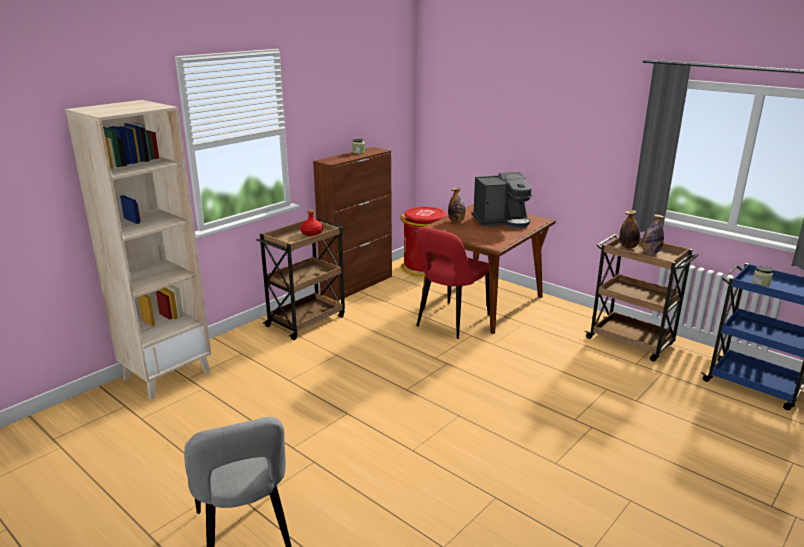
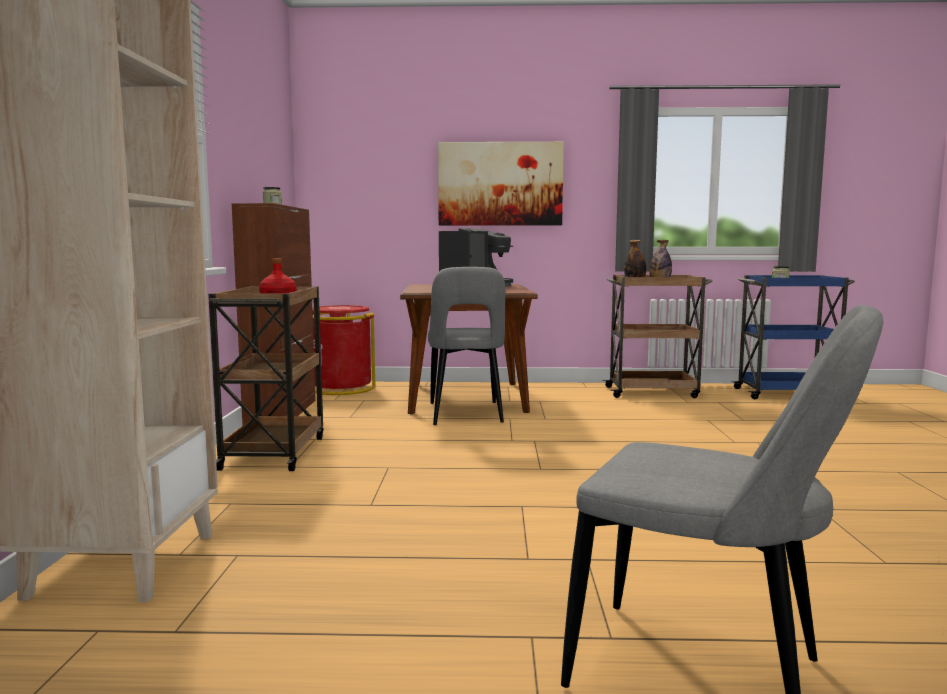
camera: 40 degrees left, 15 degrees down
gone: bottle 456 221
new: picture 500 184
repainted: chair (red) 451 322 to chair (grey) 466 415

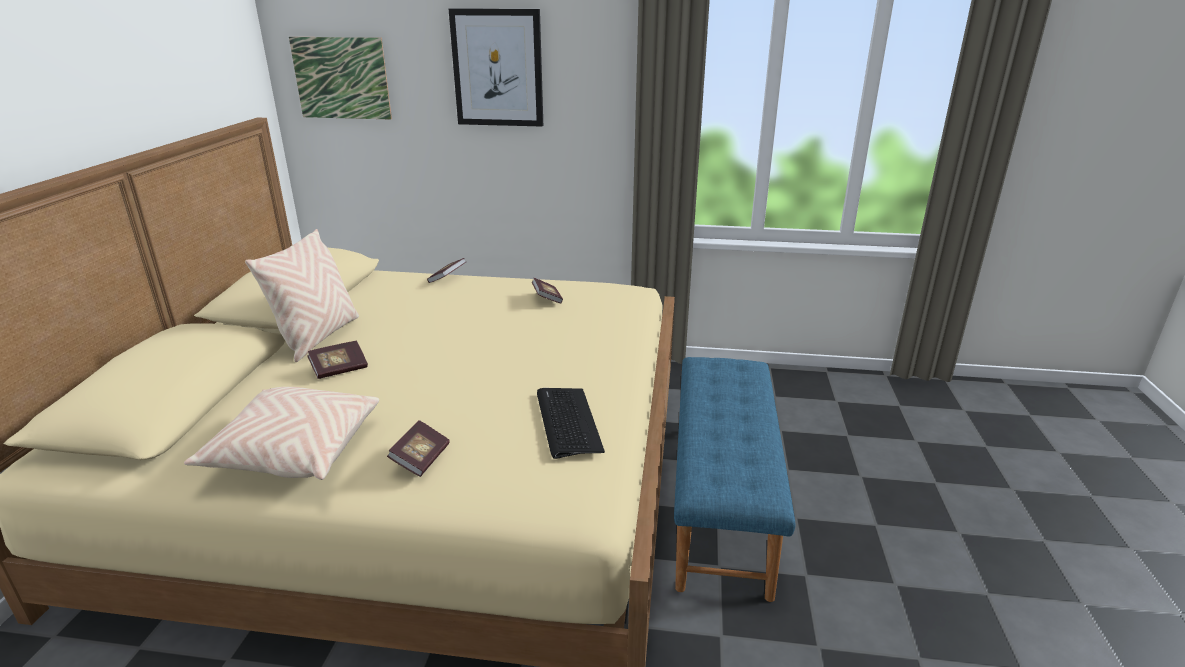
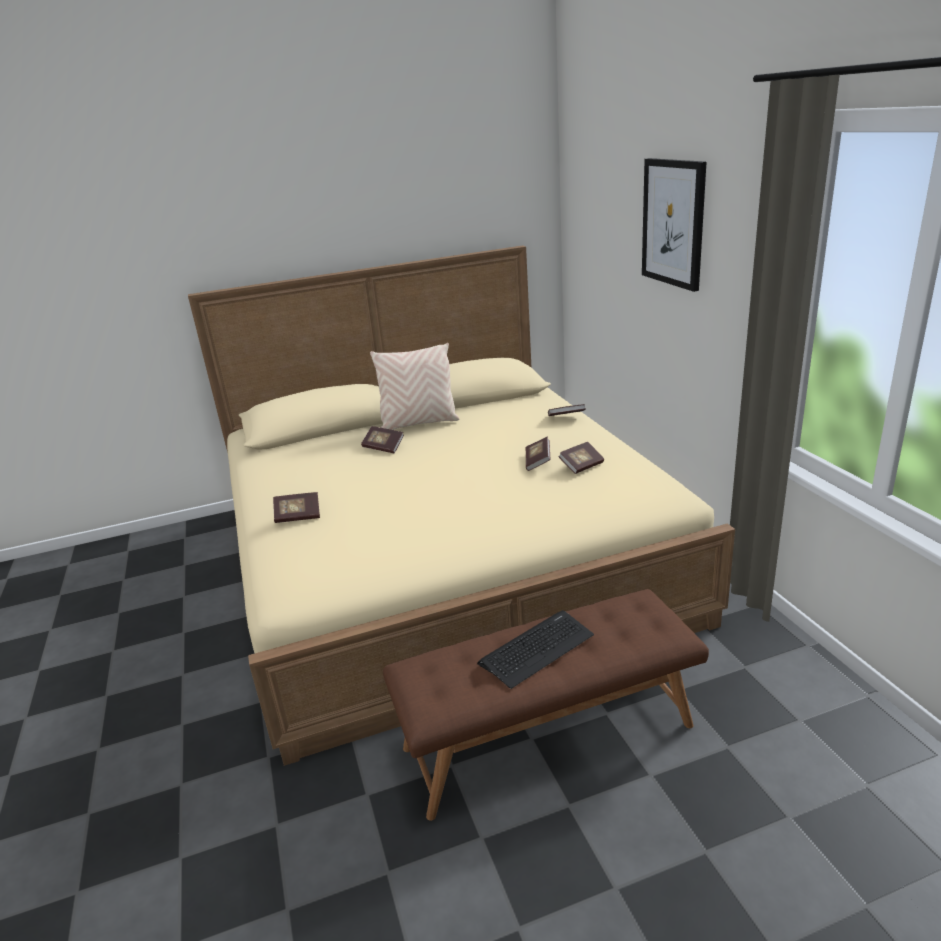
camera: 65 degrees right, 0 degrees up
gone: pillow (beige) 294 452; picture 341 78
new: book 538 461
shifted: keyboard 567 422 to 536 649
repainted: bench (blue) 719 500 to bench (brown) 547 735

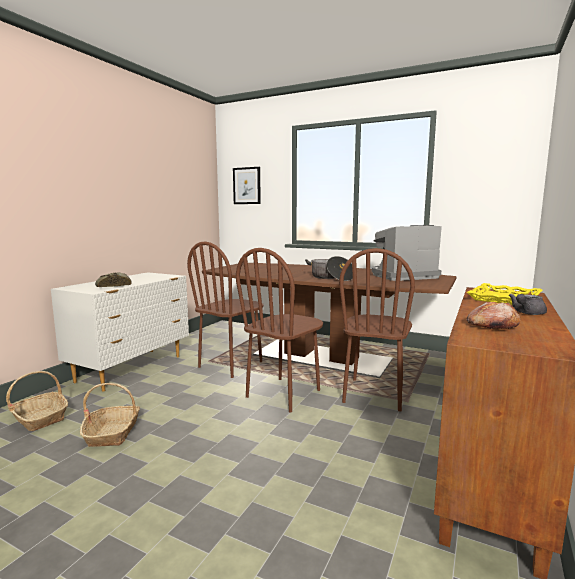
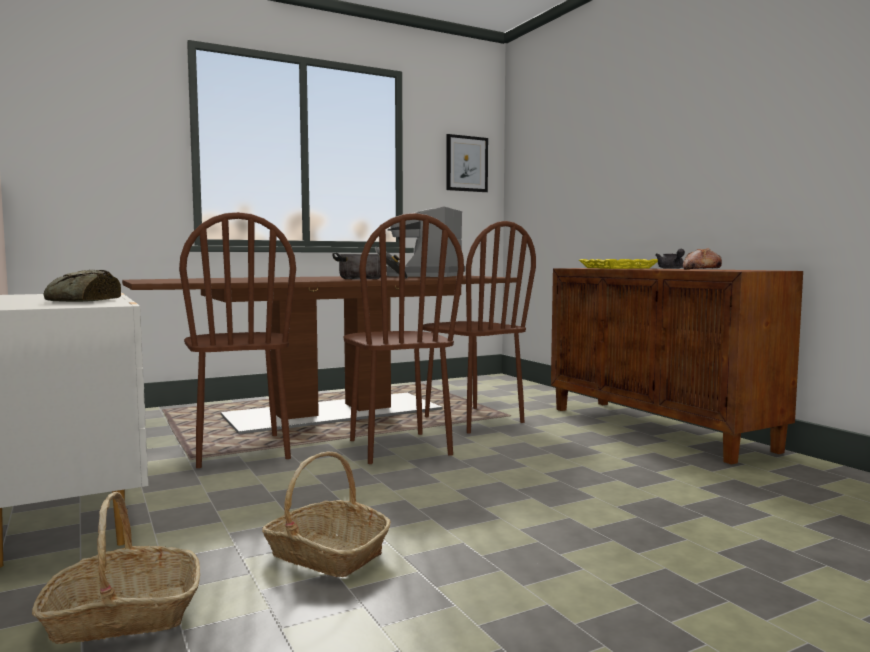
camera: 55 degrees left, 5 degrees down
shifted: picture 247 185 to 466 163

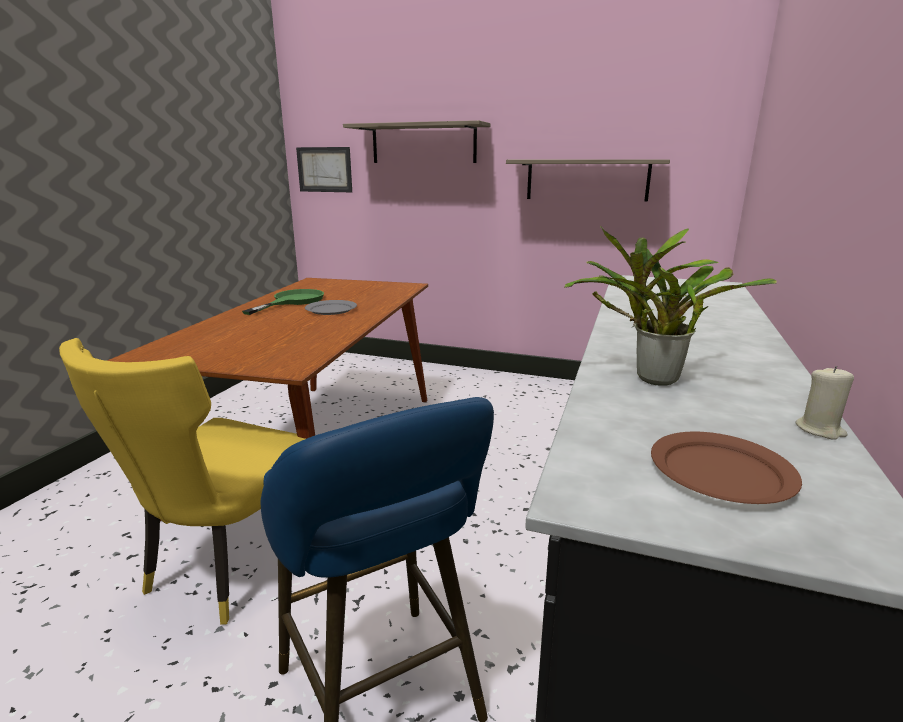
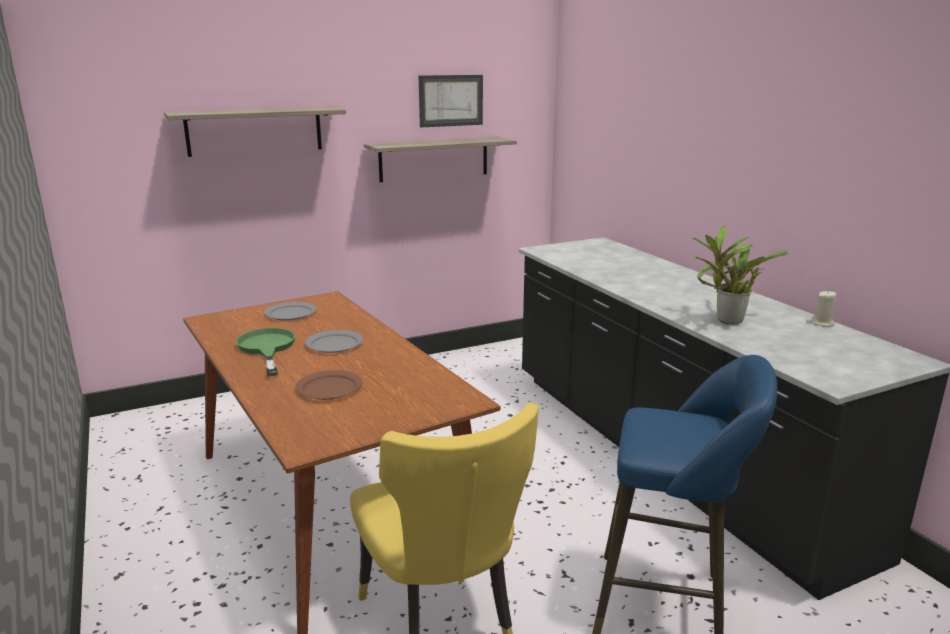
camera: 45 degrees left, 0 degrees up
new: plate (grey) 290 313
shifted: plate (brown) 719 472 to 329 388; picture 324 169 to 451 100

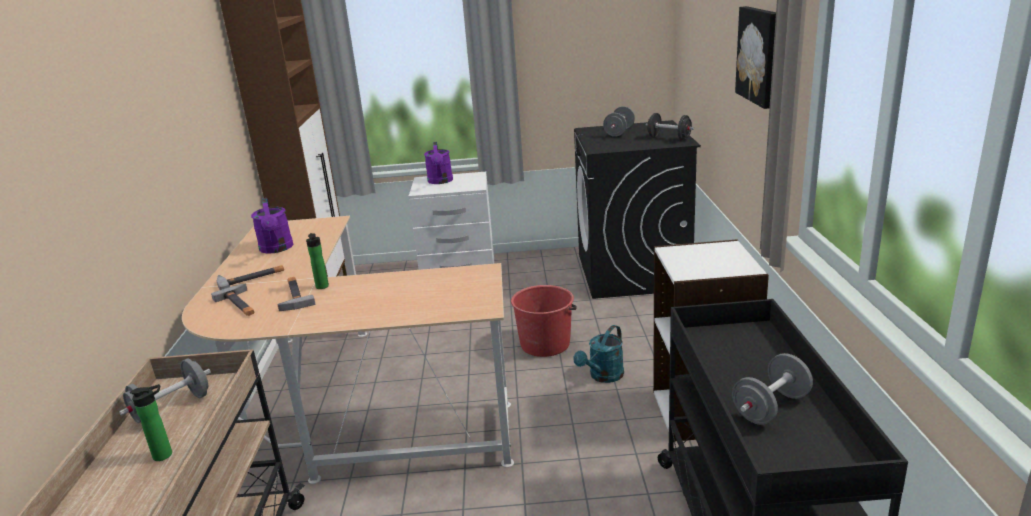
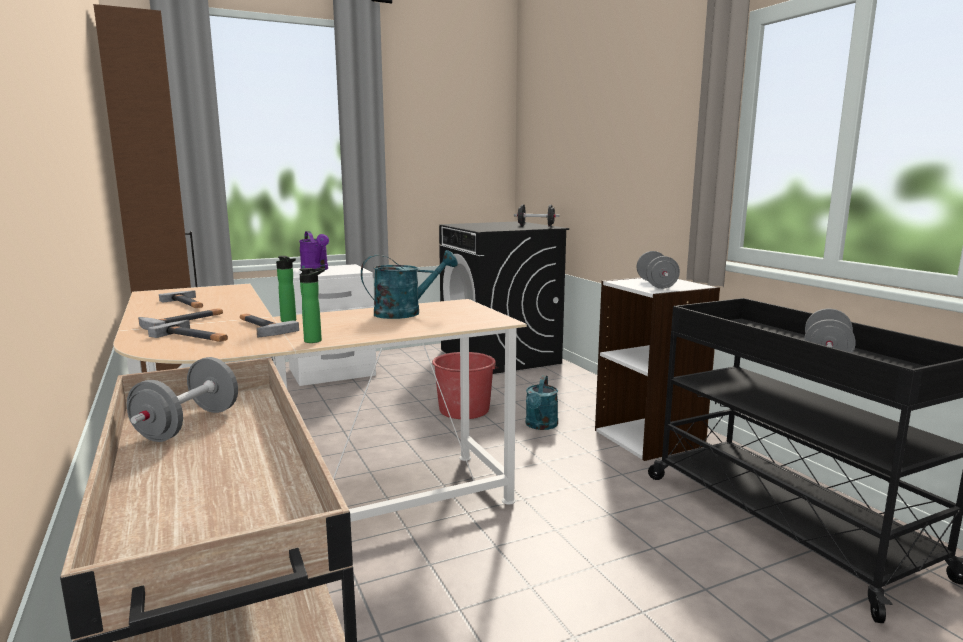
camera: 25 degrees left, 10 degrees down
gone: picture 760 55
new: watering can (turquoise) 406 313
shifted: bottle 166 454 to 315 340; dumbbell (grey) 619 132 to 656 284
swapped: watering can (purple) 277 249 to hammer 188 304

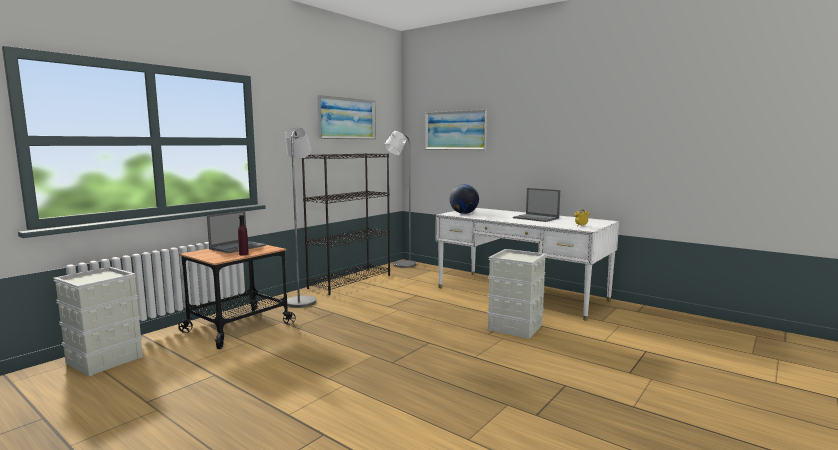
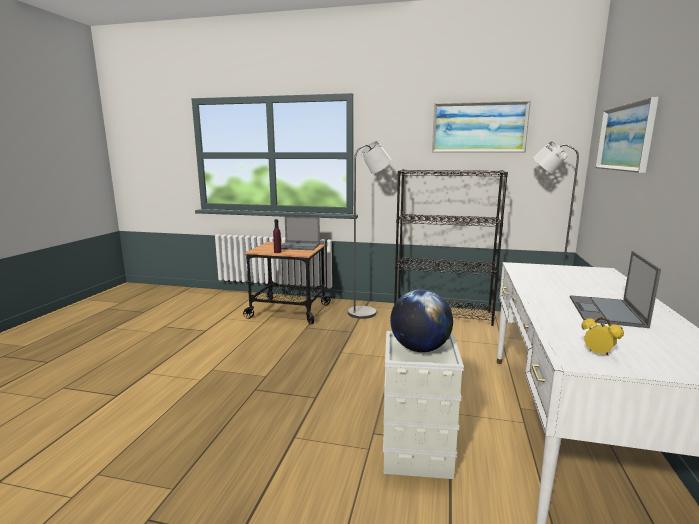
camera: 65 degrees right, 5 degrees up
gone: storage box (grey) 105 359
shifted: globe 464 213 to 420 349

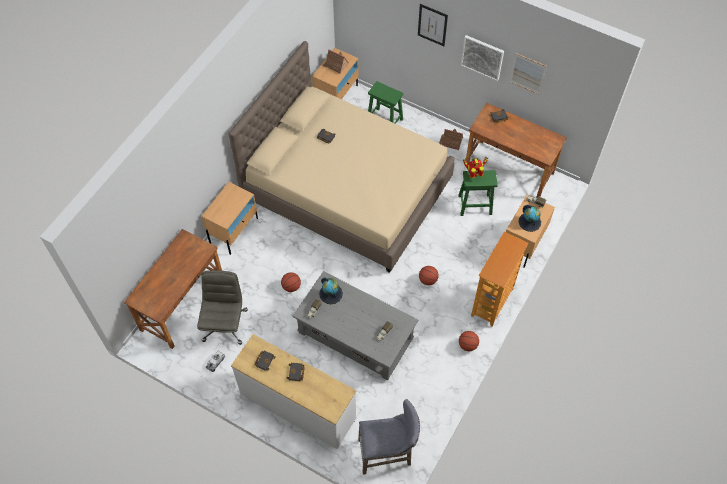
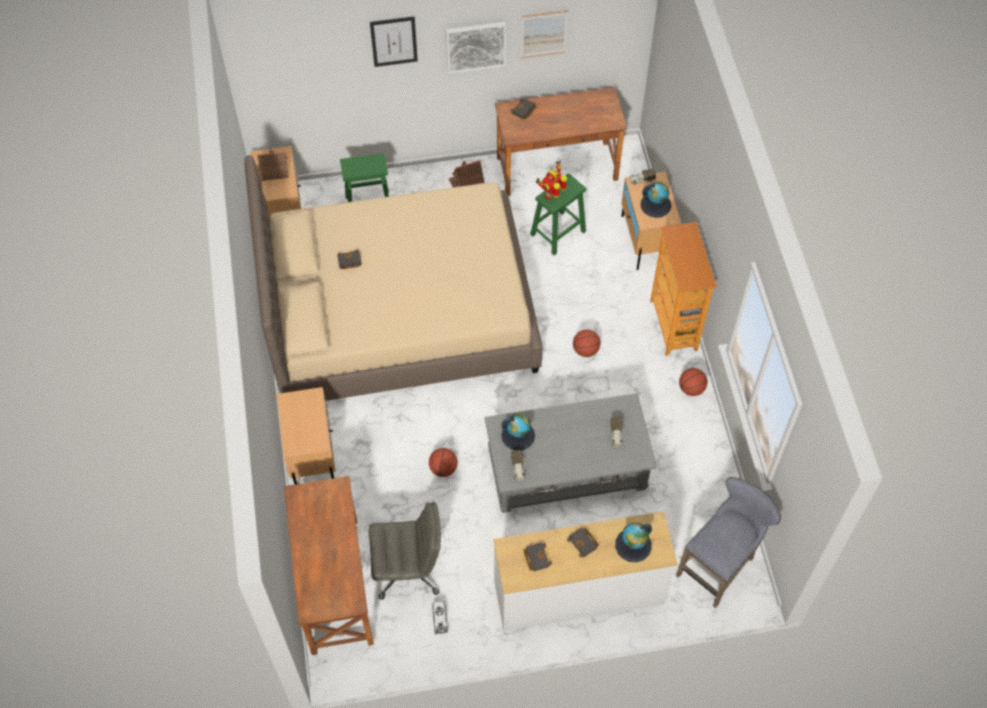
camera: 40 degrees left, 0 degrees up
new: globe 633 545
rotated: office chair (grey) 225 324 = 408 569 120 degrees clockwise

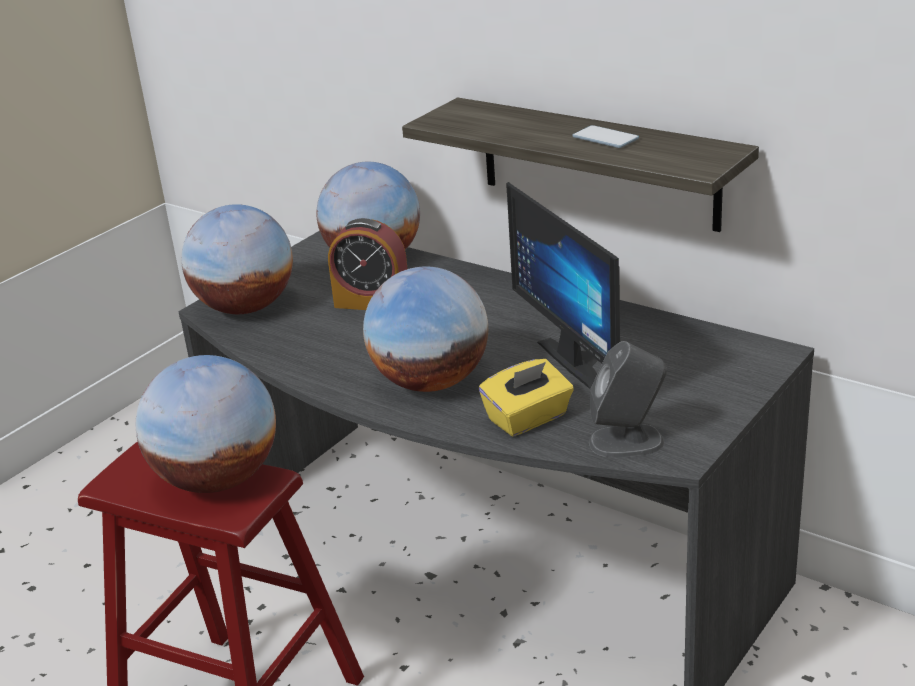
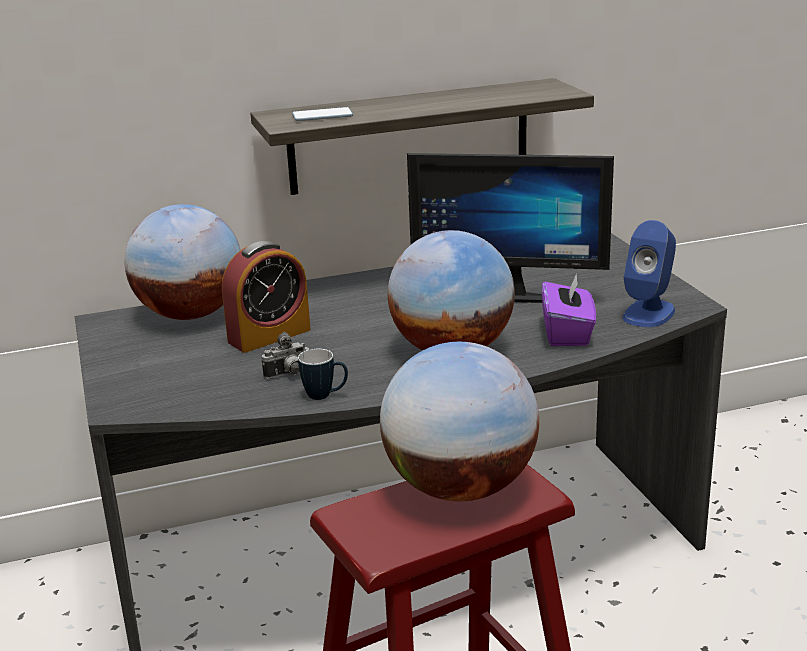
camera: 55 degrees left, 5 degrees down
gone: globe 245 308
new: photo camera 289 375; mug 325 396
shifted: phone 605 138 to 322 116
repainted: tissue box (yellow) 528 418 to tissue box (purple) 567 333; speaker (grey) 627 441 to speaker (blue) 649 313

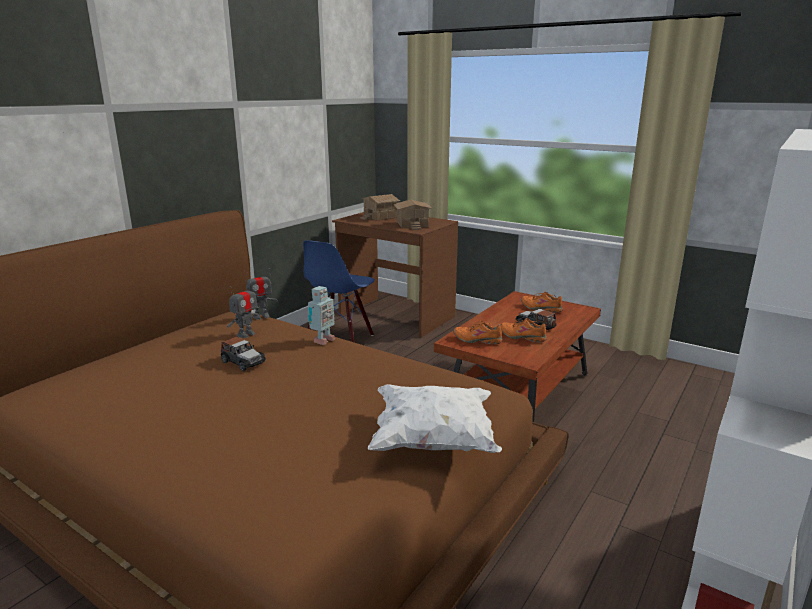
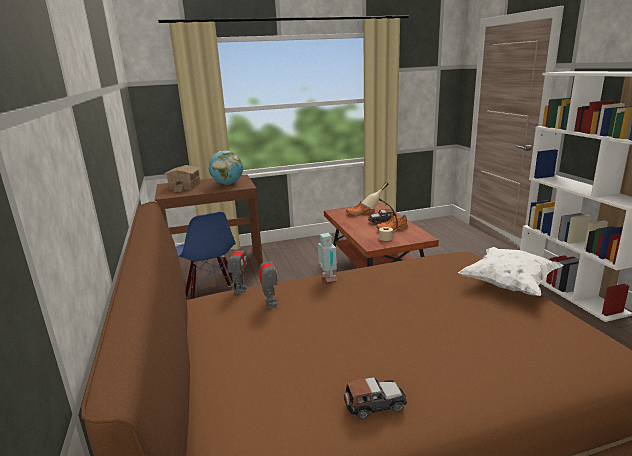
camera: 50 degrees left, 0 degrees up
shifted: toy car 243 362 to 374 404
swapped: toy house 413 224 to globe 227 184; shoe (orange) 477 340 to table lamp (beige) 380 240

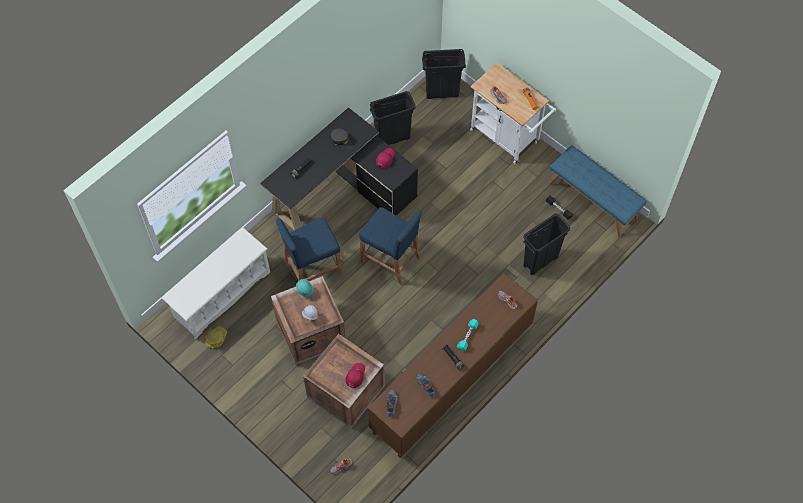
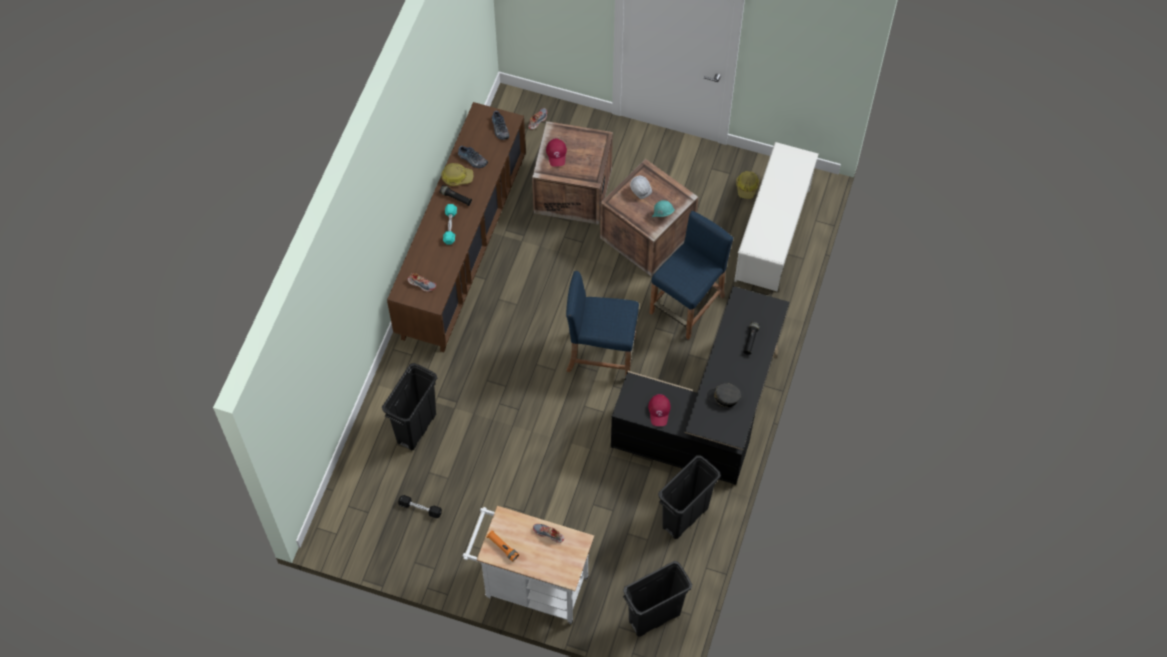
camera: 155 degrees right, 0 degrees up
gone: bench (blue) 593 200
new: hard hat 457 177

